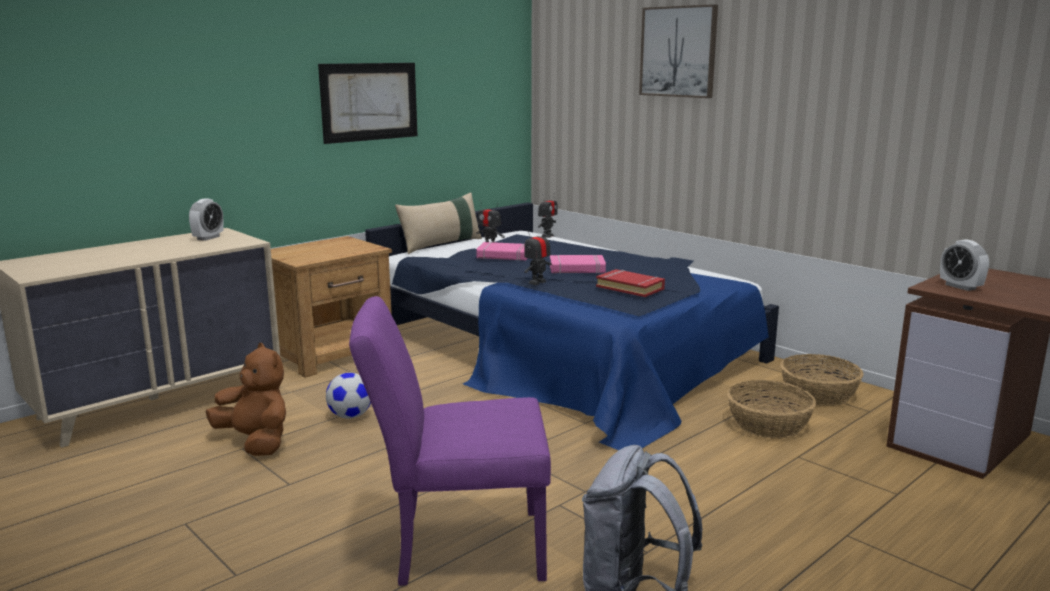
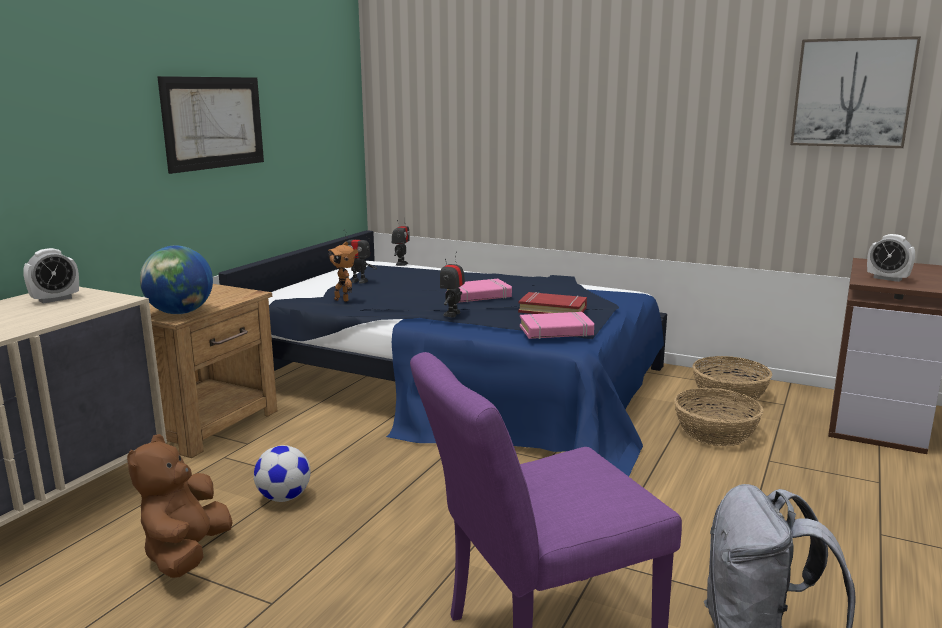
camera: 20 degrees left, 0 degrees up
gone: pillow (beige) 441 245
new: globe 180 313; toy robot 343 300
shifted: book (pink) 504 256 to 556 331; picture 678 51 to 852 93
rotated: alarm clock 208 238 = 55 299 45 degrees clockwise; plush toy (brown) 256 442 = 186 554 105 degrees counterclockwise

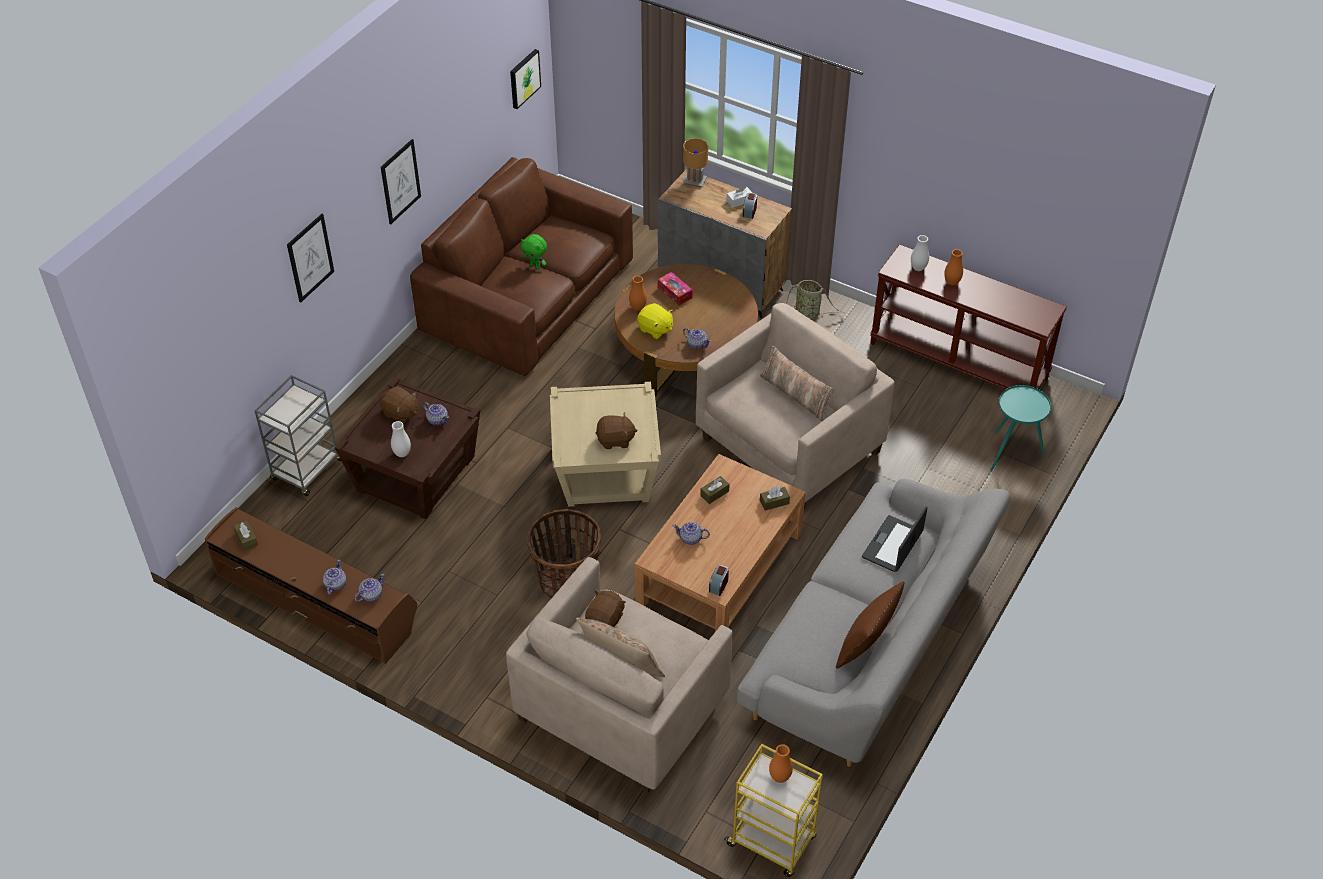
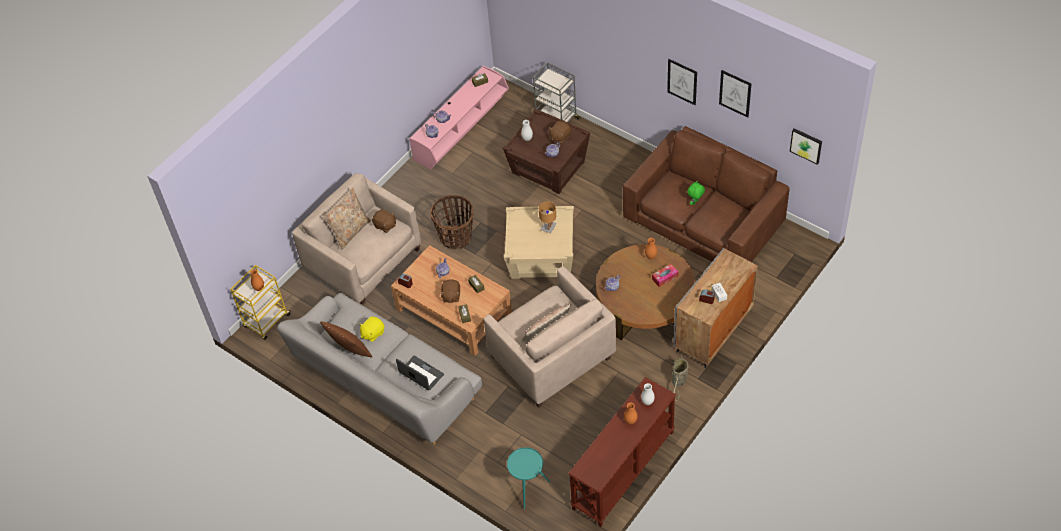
camera: 100 degrees right, 5 degrees up
shifted: plush toy (yellow) 655 329 to 372 333; plush toy (brown) 615 440 to 451 296; table lamp (brown) 695 181 to 548 227; picture 310 258 to 735 93
repainted: tv stand (brown) 316 598 to tv stand (pink) 462 129

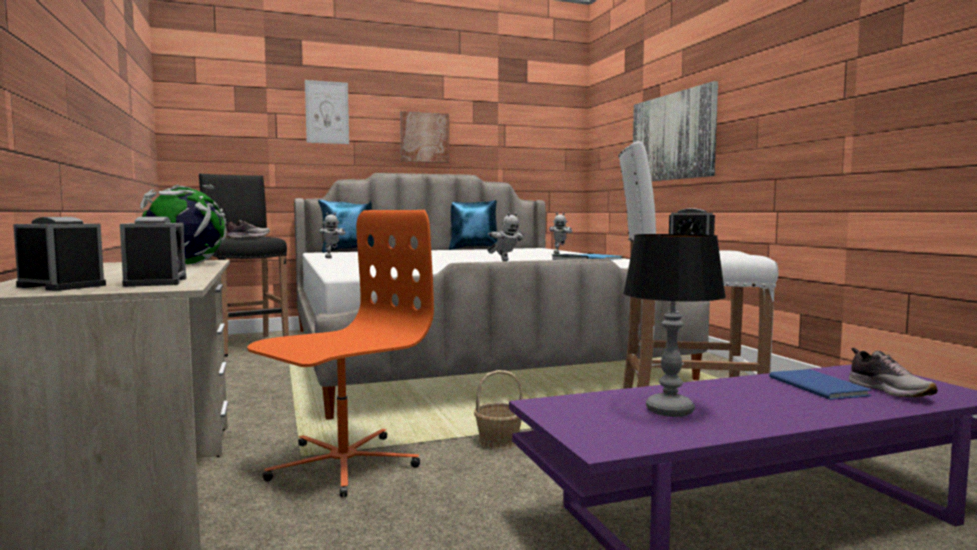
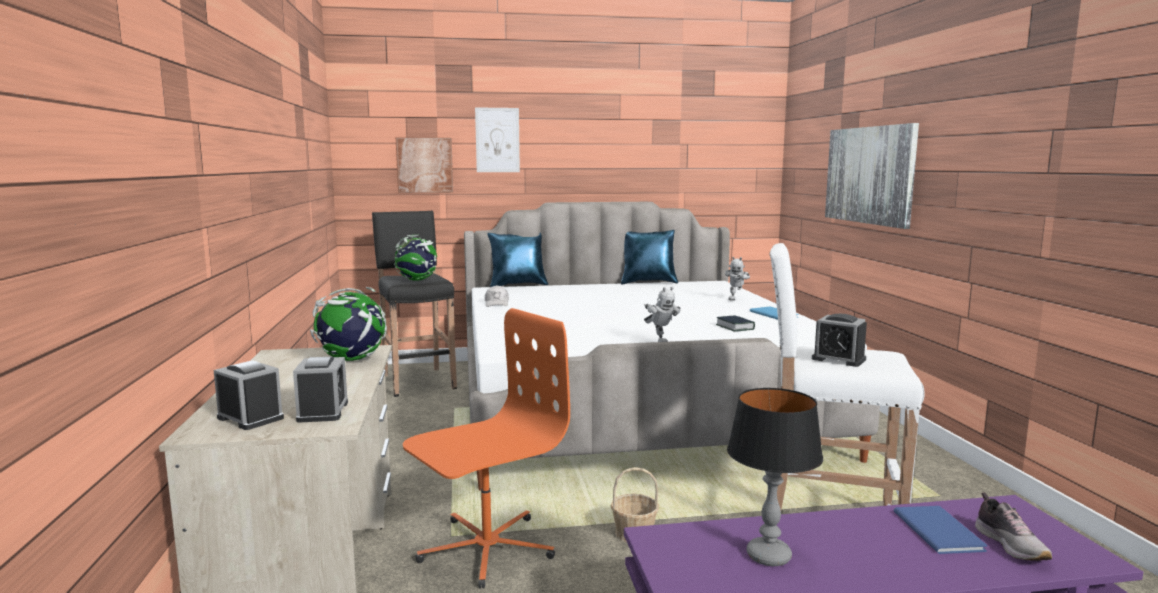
camera: 10 degrees right, 5 degrees up
shifted: picture 424 137 to 425 165
swapped: shoe 247 237 to globe 417 280; toy robot 332 258 to cap (white) 497 303

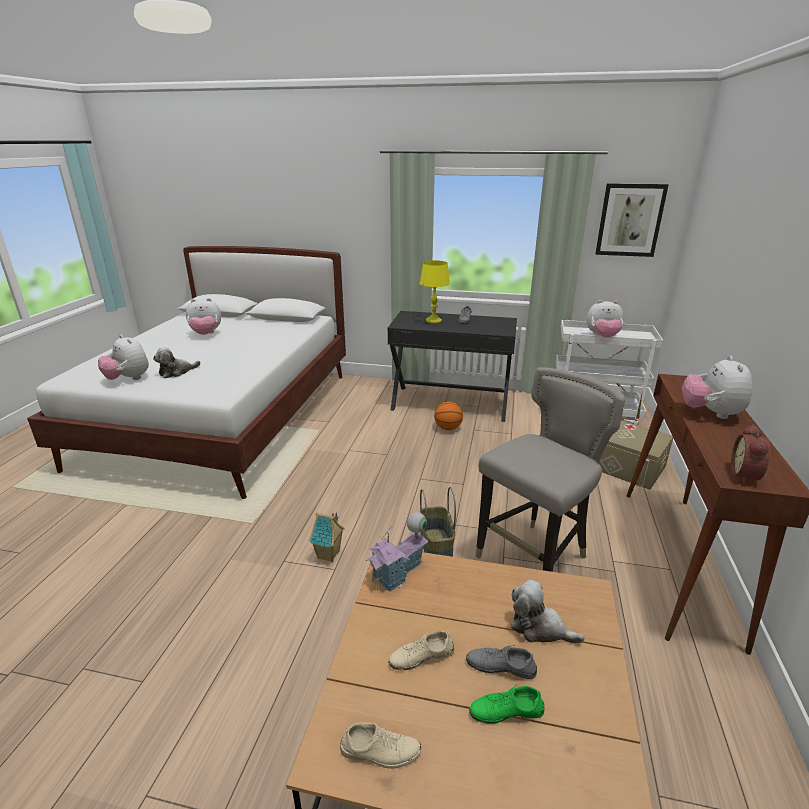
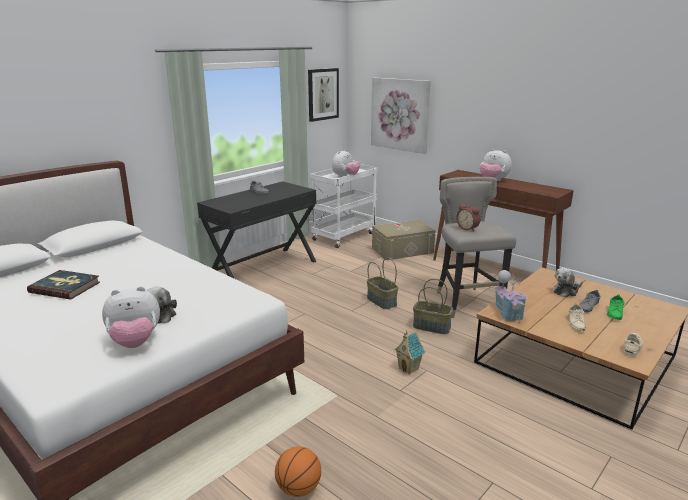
camera: 60 degrees left, 5 degrees down
gone: table lamp (yellow) 433 321
new: basket 382 301; picture 400 114
shifted: basketball 448 428 to 298 488; alarm clock 746 475 to 468 228
swapped: plush toy 206 334 to book 65 287

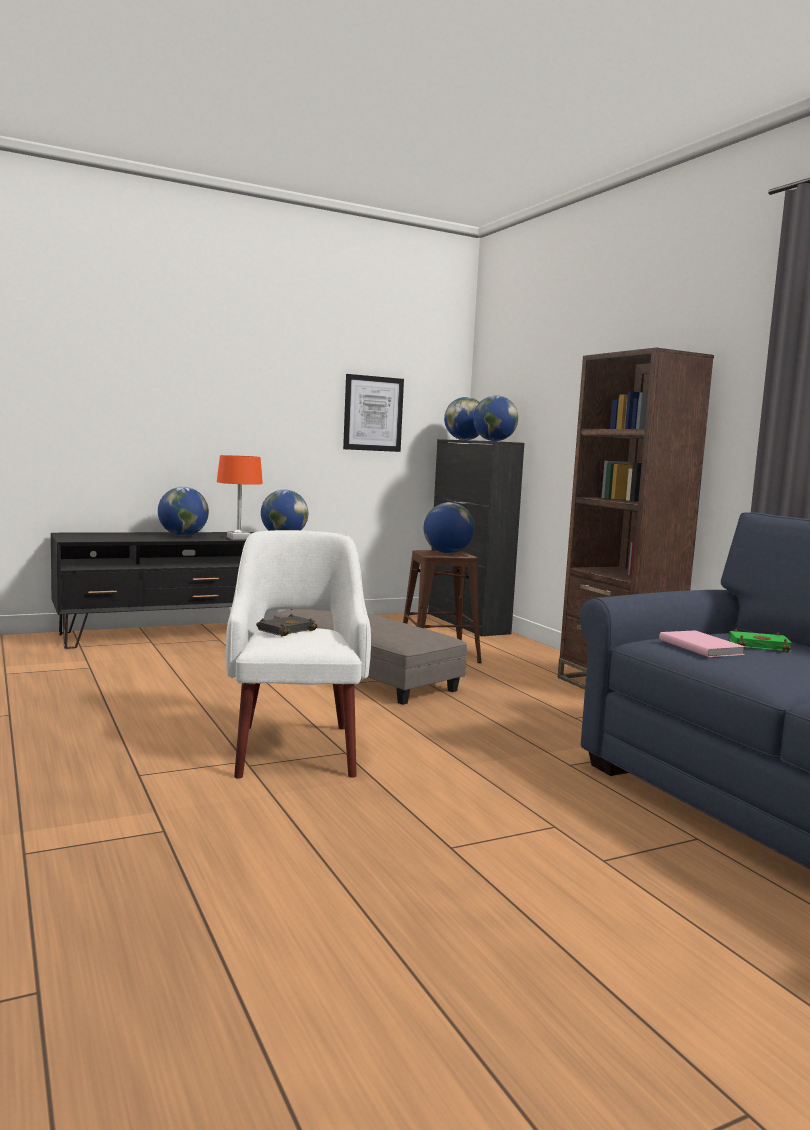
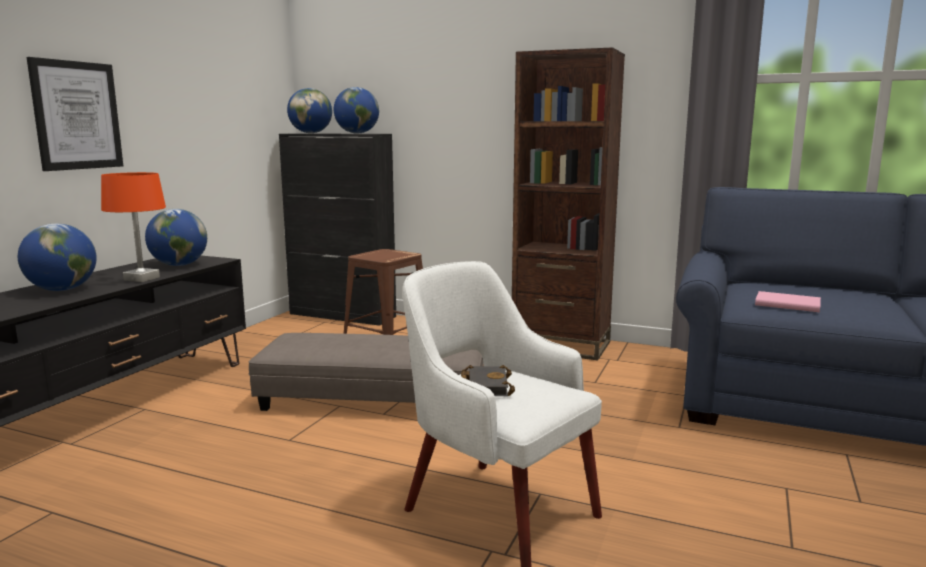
camera: 40 degrees left, 5 degrees up
gone: globe 447 553; book (green) 760 646
shifted: picture 373 413 to 77 115

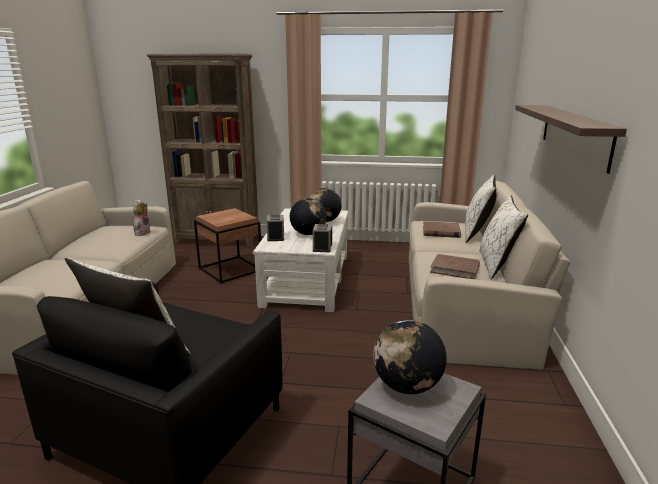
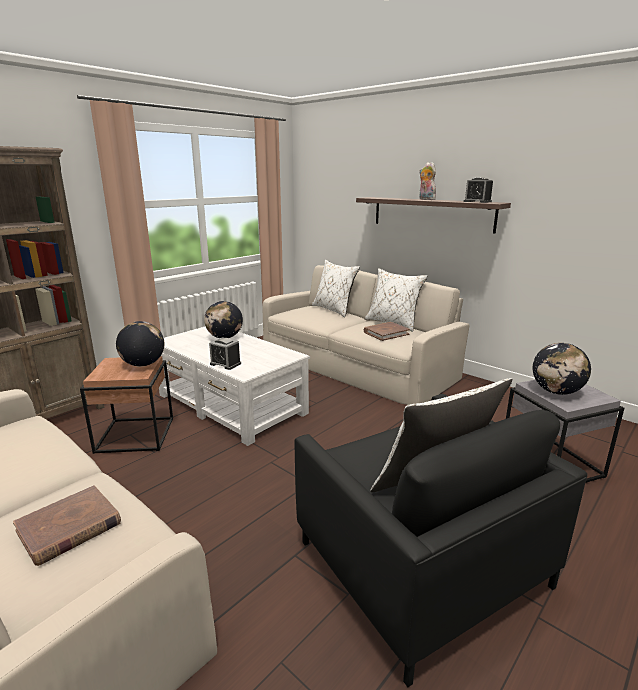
camera: 55 degrees left, 0 degrees up
shifted: book (brown) 441 232 to 69 527; globe 308 233 to 143 364; plush toy 142 233 to 425 199; alarm clock 322 247 to 477 201

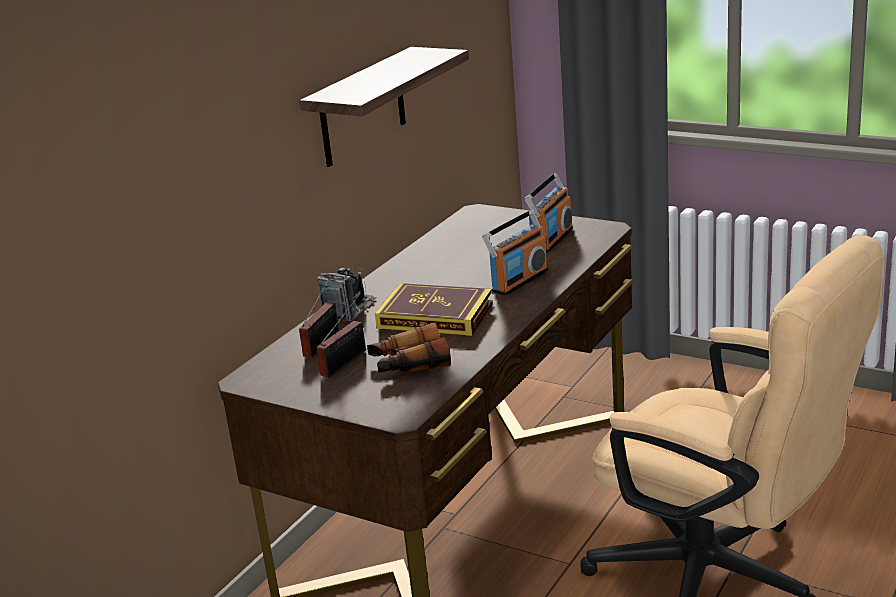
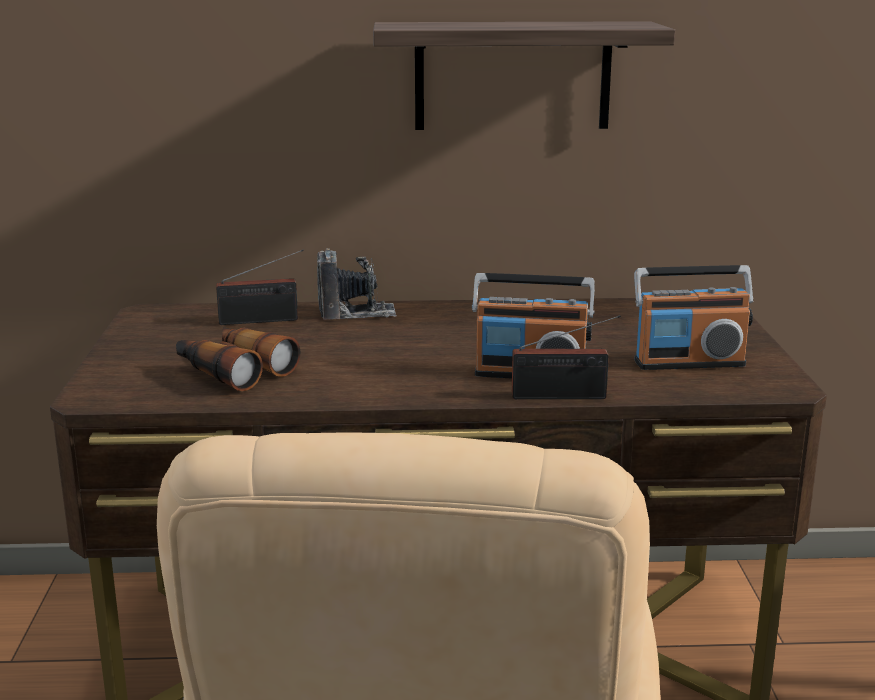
camera: 55 degrees right, 5 degrees down
gone: book 435 316
shifted: radio 346 361 to 564 396

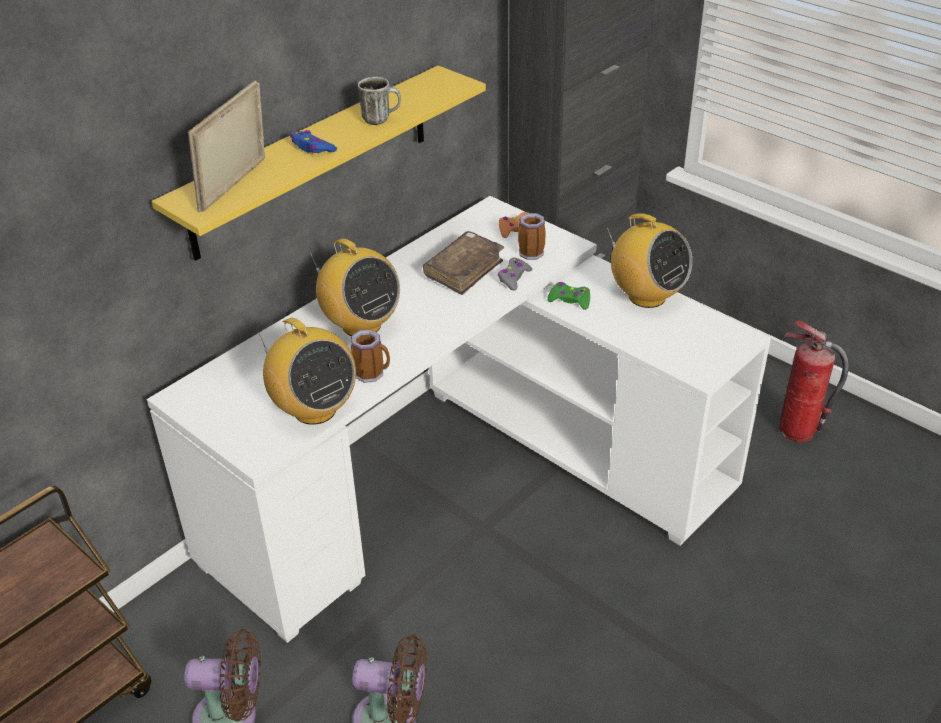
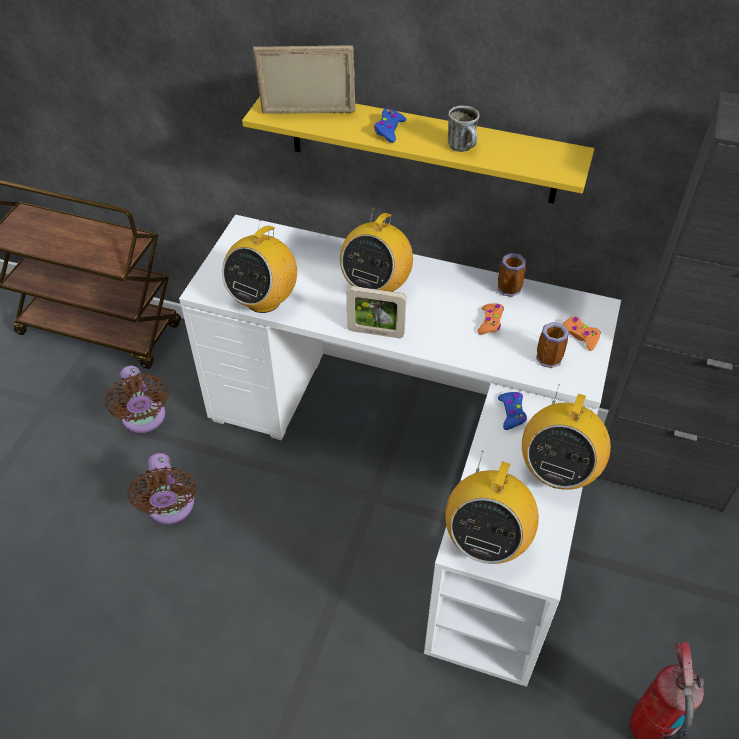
camera: 65 degrees right, 10 degrees up
gone: game controller (grey) 514 278
new: picture frame 376 332; radio 486 540
shifted: mug 372 373 to 510 290
swapped: book (brown) 464 270 to game controller (orange) 490 322
repainted: game controller (green) 569 300 to game controller (blue) 511 413

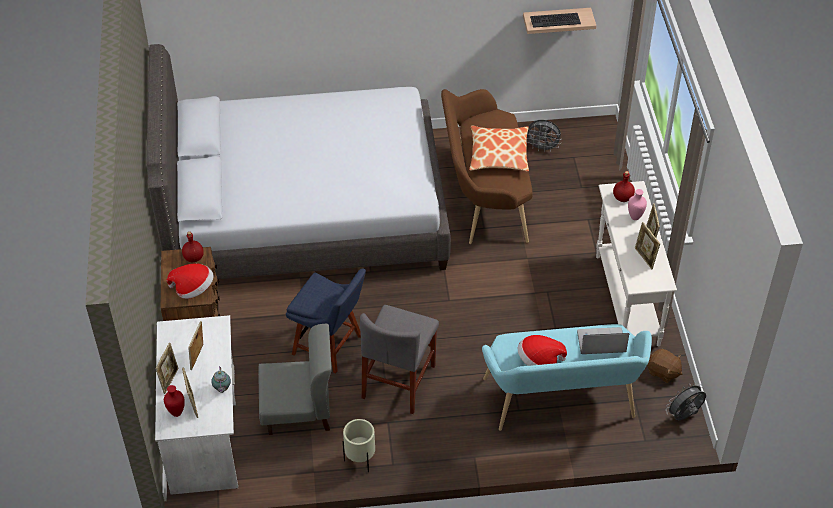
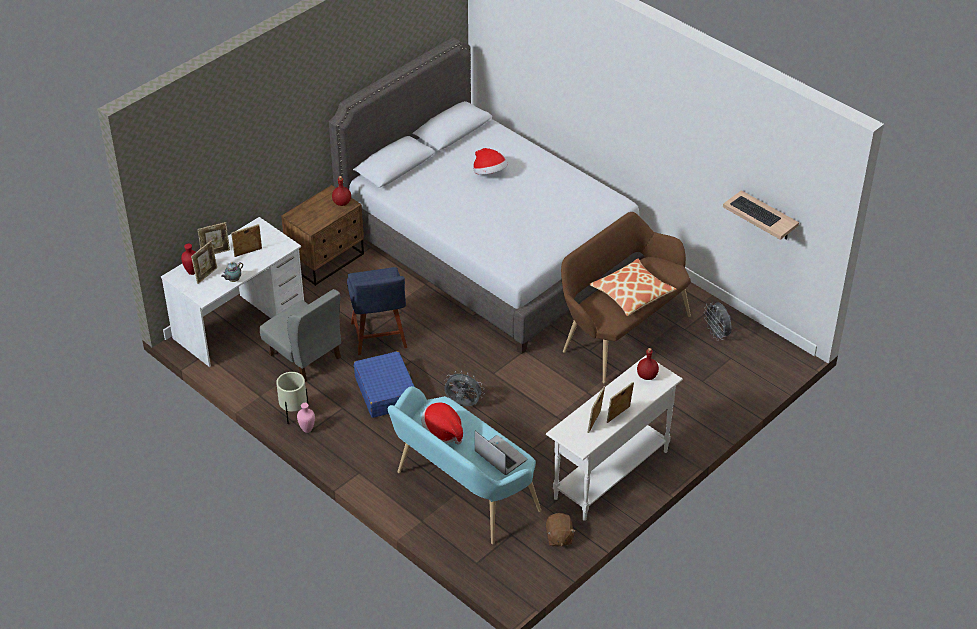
camera: 50 degrees right, 5 degrees down
shifted: vase (pink) 635 217 to 307 430; fan (grey) 684 416 to 462 404; hat 193 289 to 489 173
swapped: chair (grey) 399 381 to suitcase (blue) 386 392

